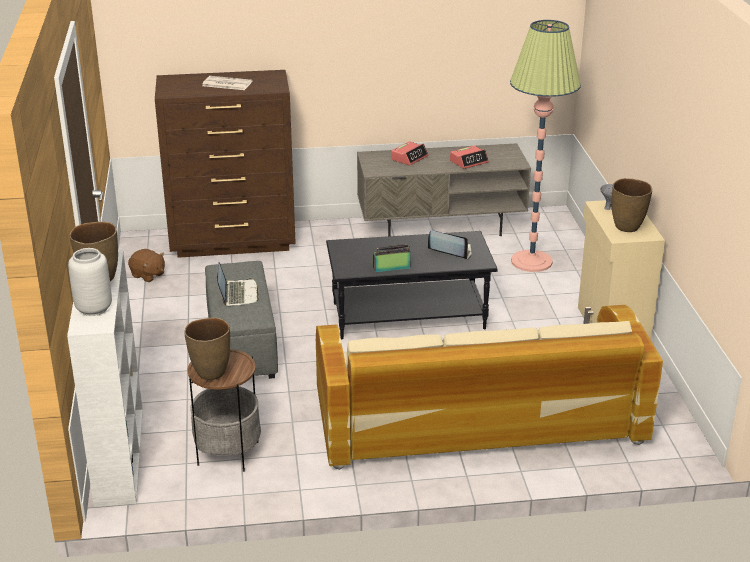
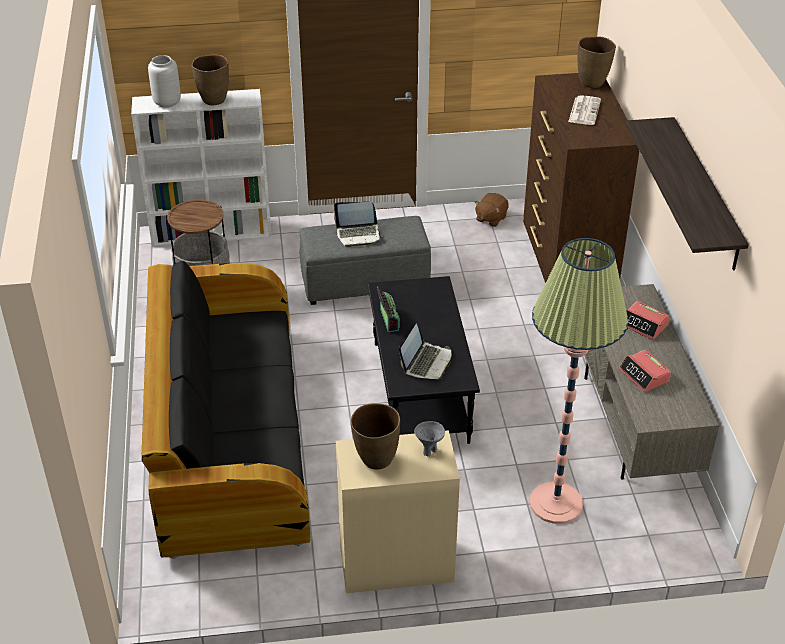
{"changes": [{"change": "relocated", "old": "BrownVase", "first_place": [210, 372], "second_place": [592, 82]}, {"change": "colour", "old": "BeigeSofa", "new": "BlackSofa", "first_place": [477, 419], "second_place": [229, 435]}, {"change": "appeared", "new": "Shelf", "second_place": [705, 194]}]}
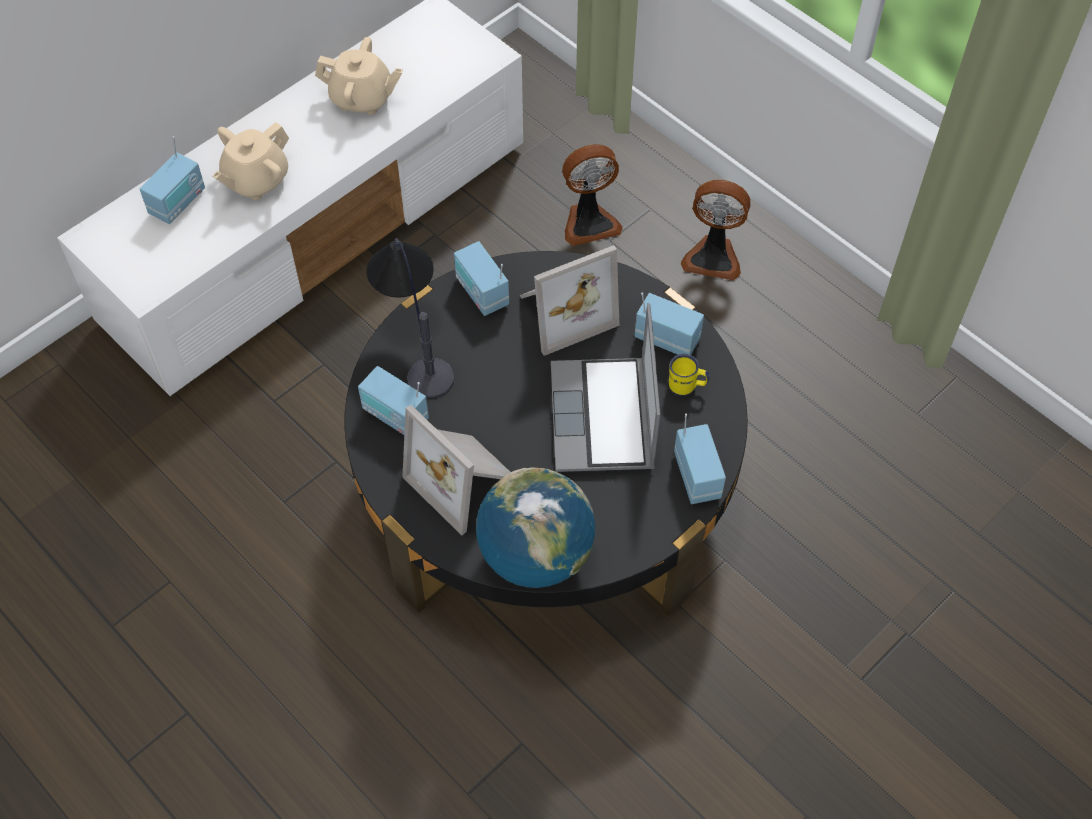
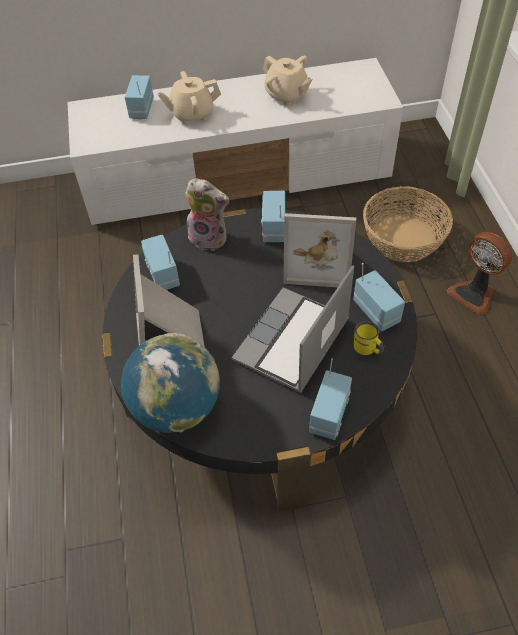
{"changes": [{"change": "spun", "old": "Radio", "first_place": [178, 203], "second_place": [141, 109], "degrees": 120}, {"change": "exchanged", "old": "TableLamp", "new": "PlushToy", "first_place": [415, 341], "second_place": [210, 238]}, {"change": "exchanged", "old": "Fan", "new": "Basket", "first_place": [589, 222], "second_place": [403, 238]}]}
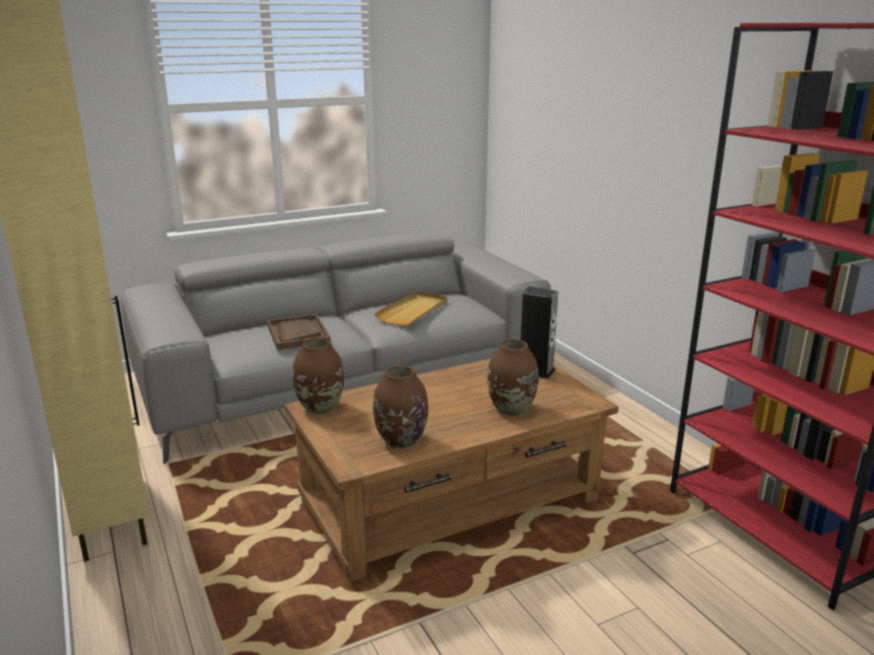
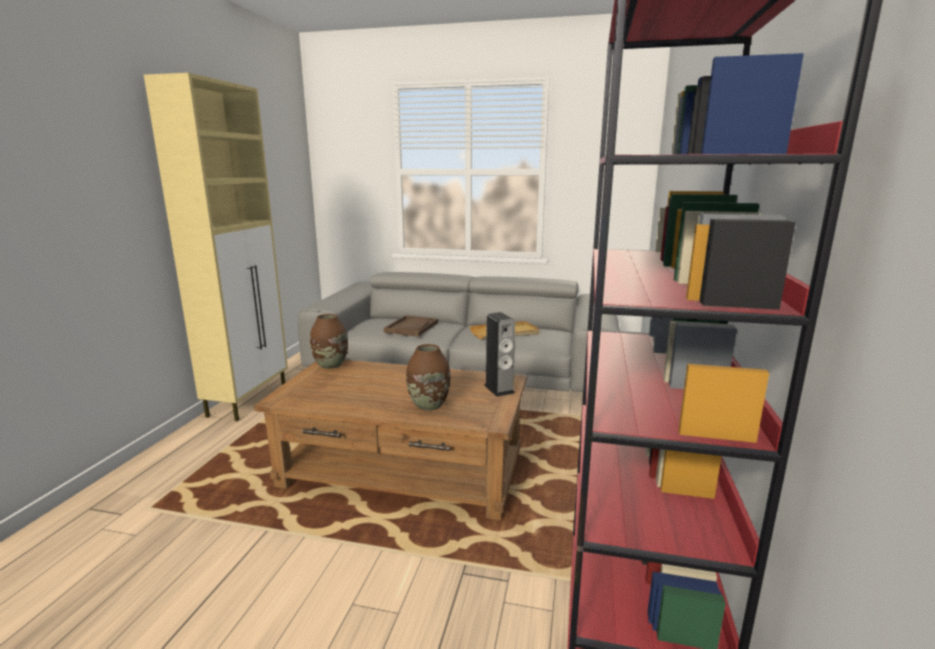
{"changes": [{"change": "missing", "old": "BrownVase", "first_place": [401, 440]}]}
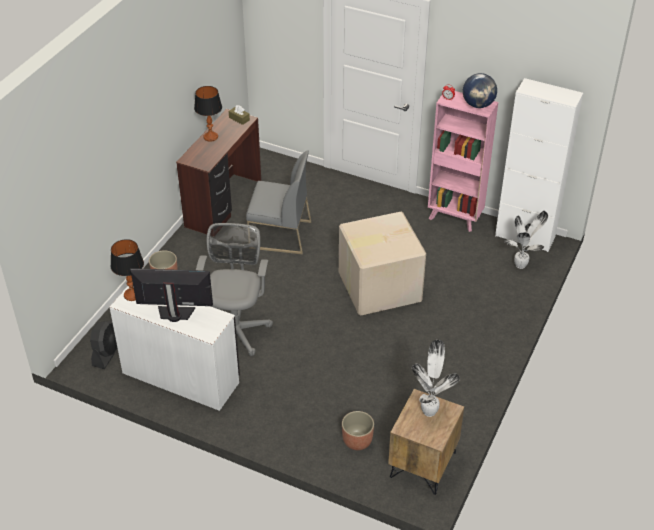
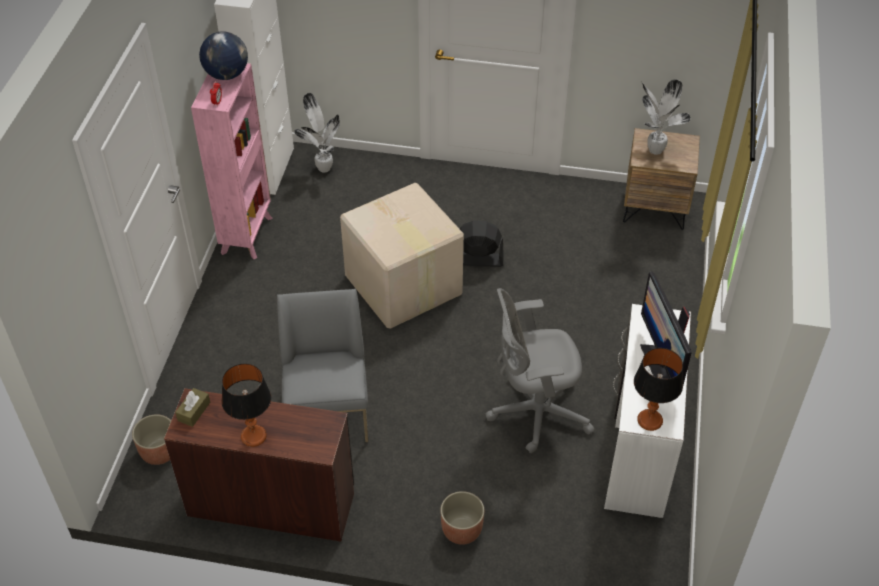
{"changes": [{"change": "relocated", "old": "BlackFan", "first_place": [107, 353], "second_place": [478, 259]}, {"change": "relocated", "old": "Planter", "first_place": [357, 440], "second_place": [159, 452]}]}
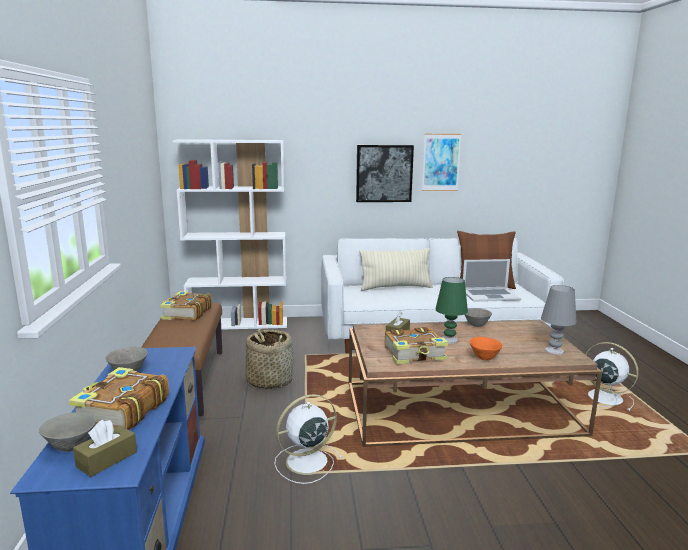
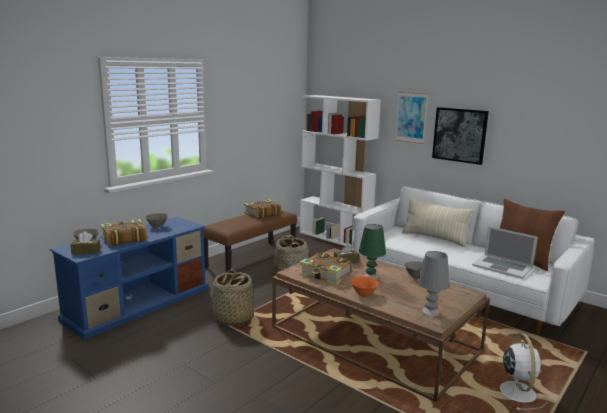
{"changes": [{"change": "exchanged", "old": "WhiteFan", "new": "Basket", "first_place": [305, 462], "second_place": [233, 319]}, {"change": "relocated", "old": "Picture", "first_place": [441, 162], "second_place": [411, 117]}]}
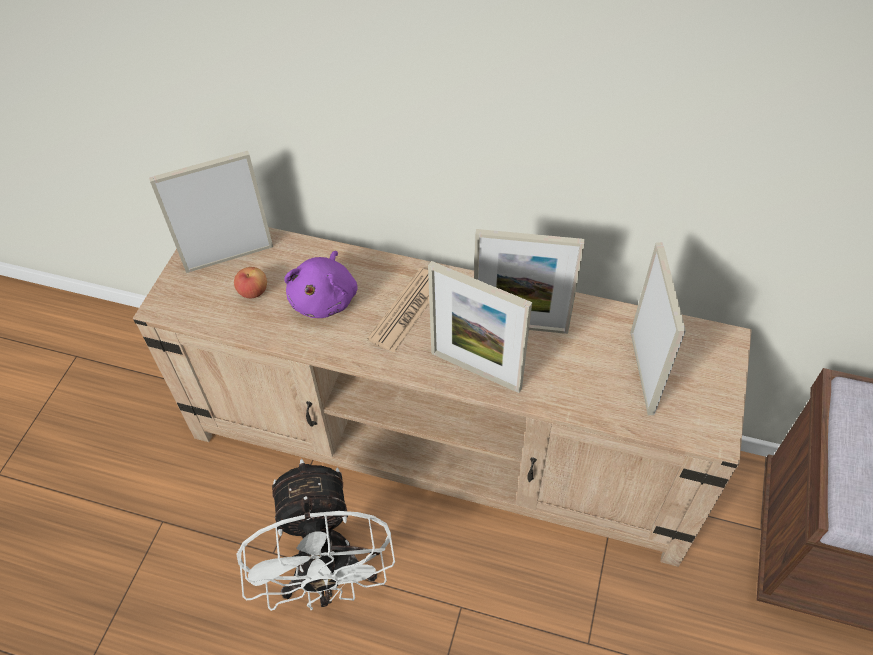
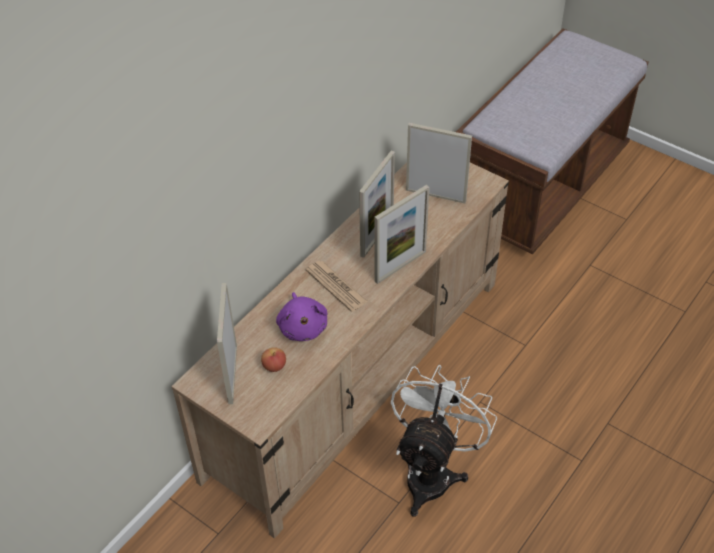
{"changes": [{"change": "spun", "old": "WhiteFan", "first_place": [329, 579], "second_place": [432, 472], "degrees": -75}, {"change": "spun", "old": "PurplePlushToy", "first_place": [325, 298], "second_place": [303, 327], "degrees": 45}]}
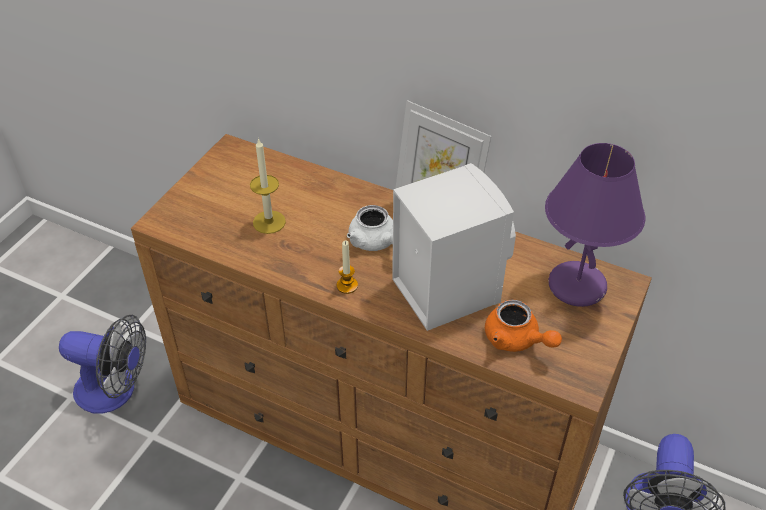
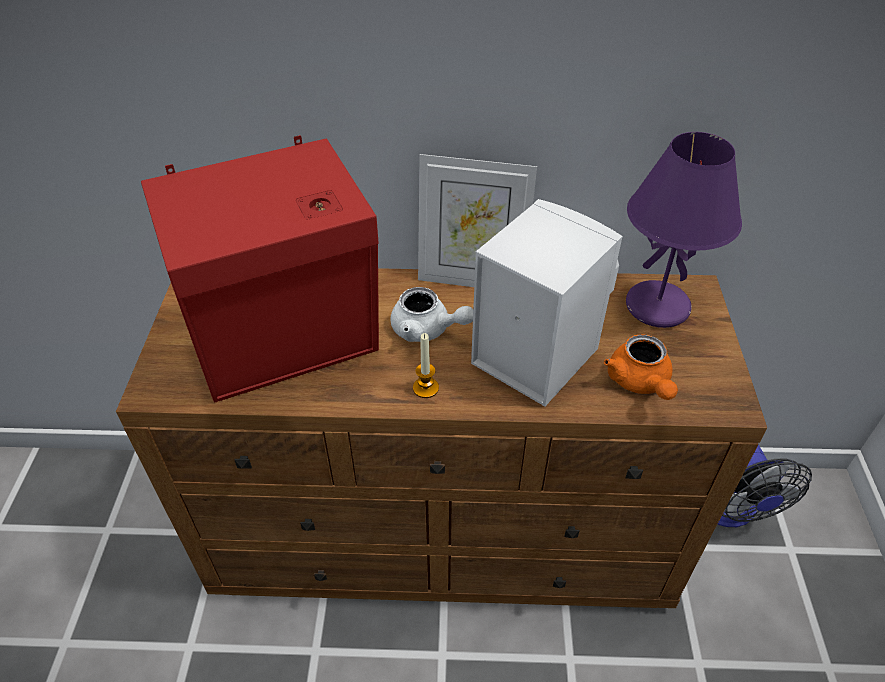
{"changes": [{"change": "missing", "old": "Fan", "first_place": [115, 391]}, {"change": "exchanged", "old": "Candle", "new": "RedSpeaker", "first_place": [269, 222], "second_place": [291, 347]}, {"change": "spun", "old": "OrangeTeapot", "first_place": [516, 340], "second_place": [640, 383], "degrees": 60}]}
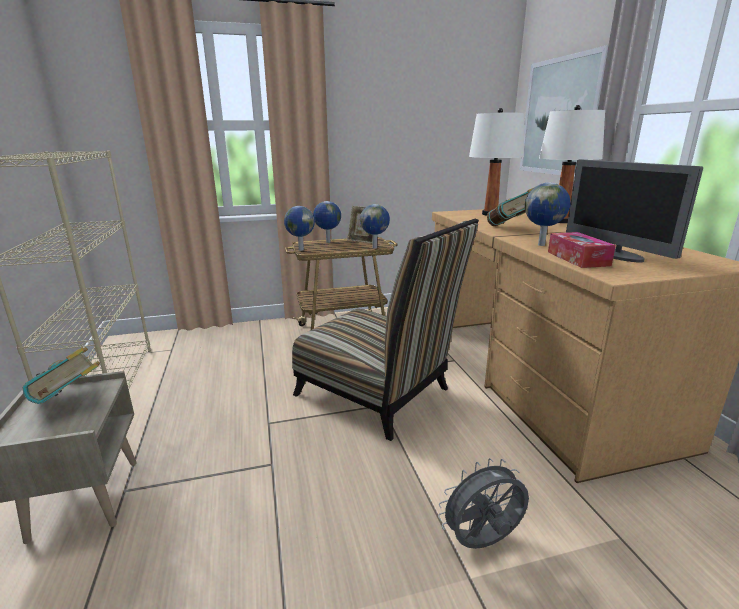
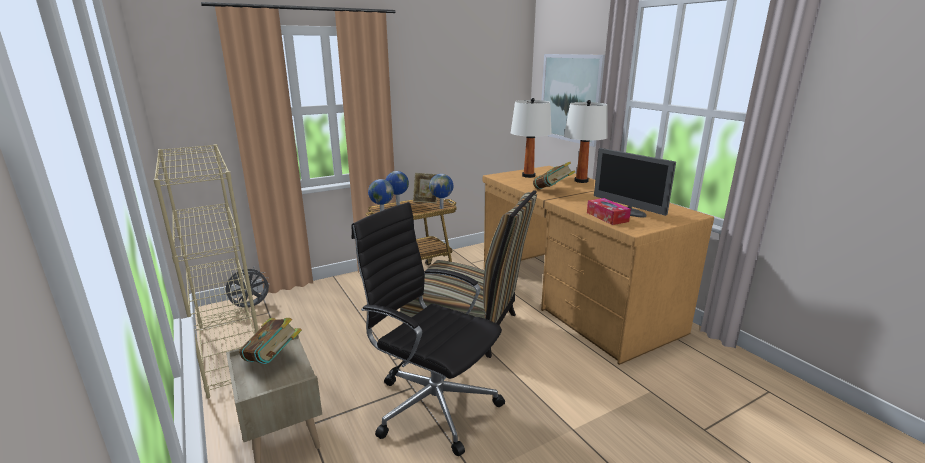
{"changes": [{"change": "relocated", "old": "GreyFan", "first_place": [482, 543], "second_place": [250, 307]}, {"change": "missing", "old": "Globe", "first_place": [542, 245]}, {"change": "appeared", "new": "BlackOfficeChair", "second_place": [432, 404]}]}
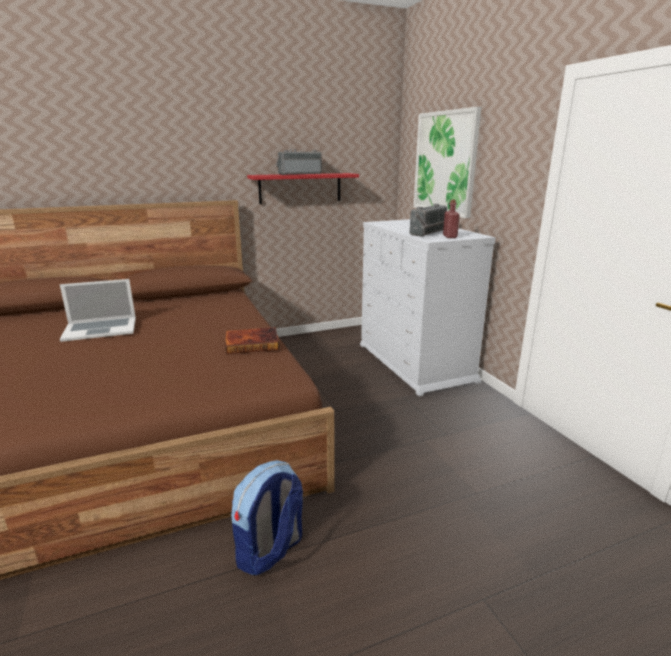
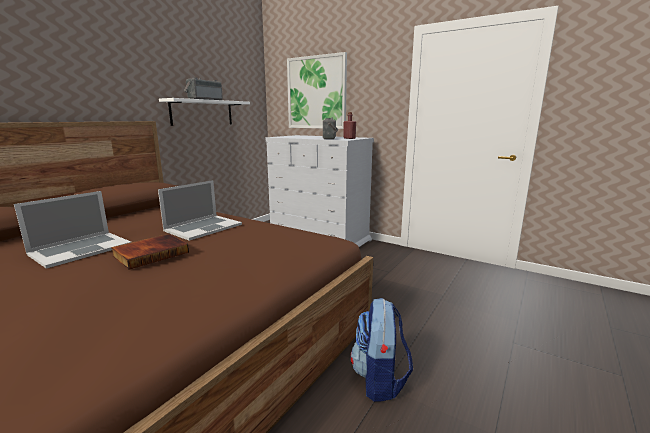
{"changes": [{"change": "relocated", "old": "Book", "first_place": [252, 343], "second_place": [151, 253]}, {"change": "colour", "old": "RedShelf", "new": "WhiteShelf", "first_place": [300, 188], "second_place": [202, 112]}, {"change": "appeared", "new": "Laptop", "second_place": [203, 227]}]}
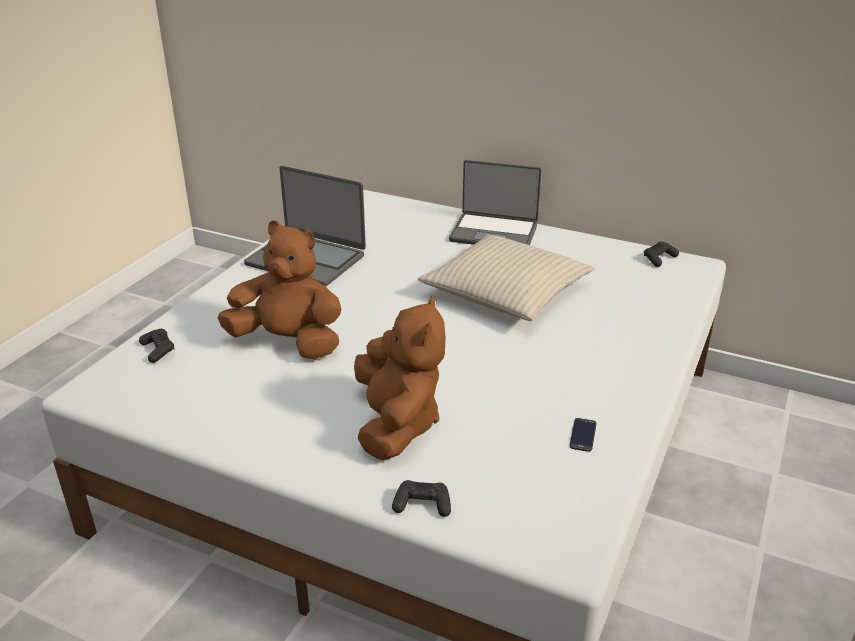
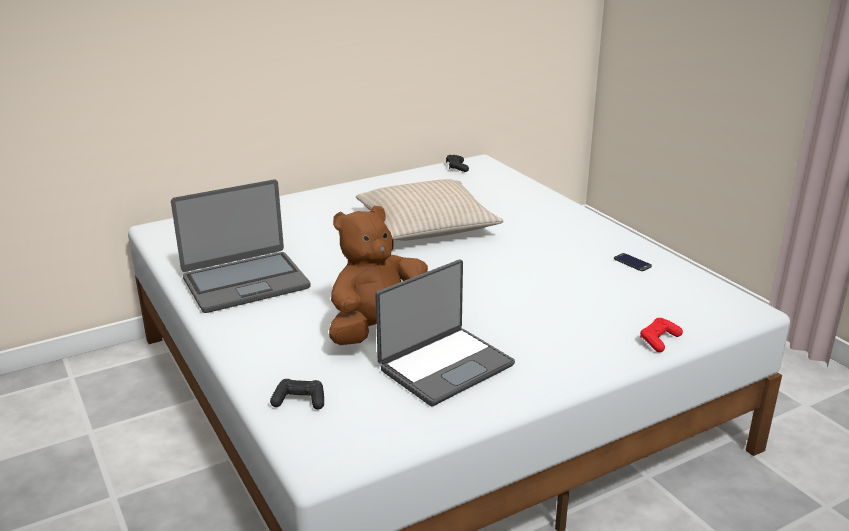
{"changes": [{"change": "missing", "old": "BrownPlushToy", "first_place": [397, 424]}, {"change": "colour", "old": "BlackGameController", "new": "RedGameController", "first_place": [422, 505], "second_place": [659, 340]}, {"change": "relocated", "old": "Laptop", "first_place": [494, 232], "second_place": [444, 366]}]}
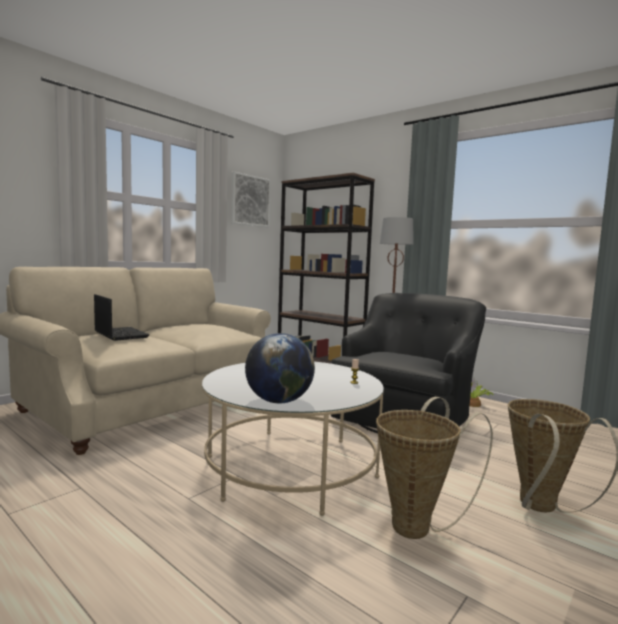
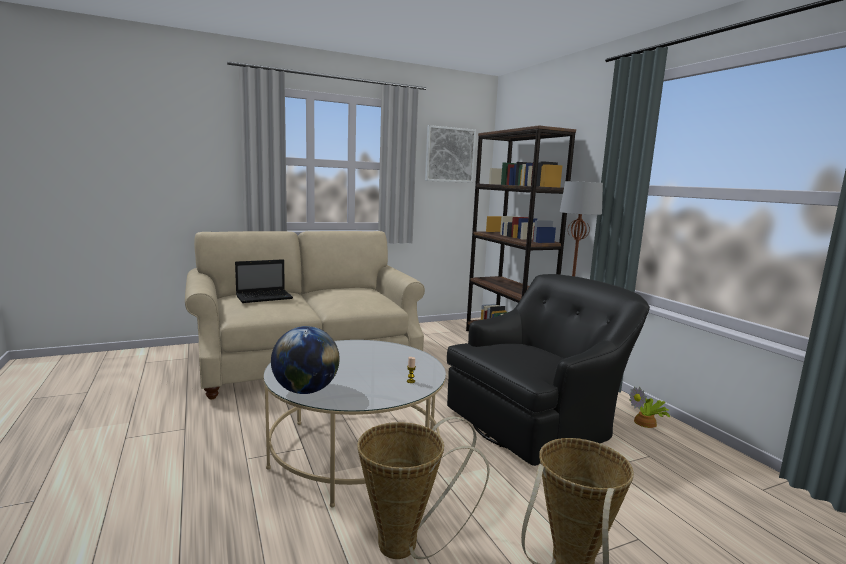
{"changes": [{"change": "spun", "old": "Laptop", "first_place": [120, 334], "second_place": [265, 297], "degrees": 75}]}
